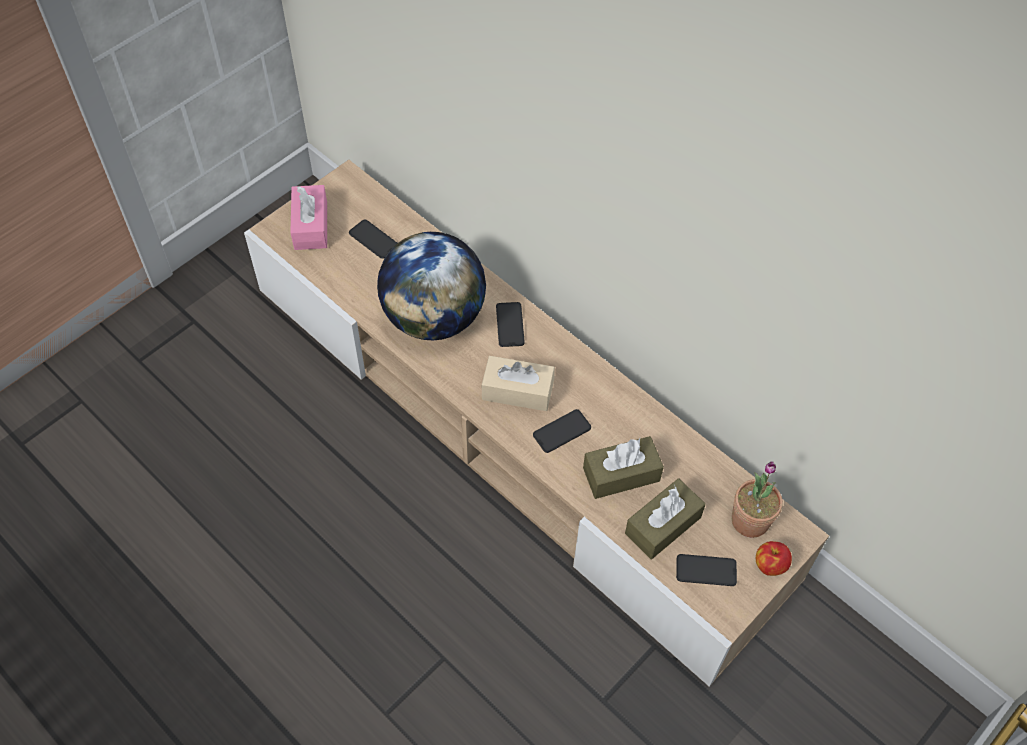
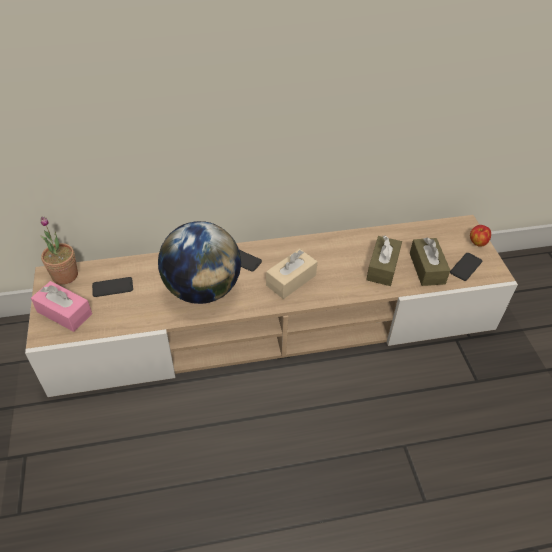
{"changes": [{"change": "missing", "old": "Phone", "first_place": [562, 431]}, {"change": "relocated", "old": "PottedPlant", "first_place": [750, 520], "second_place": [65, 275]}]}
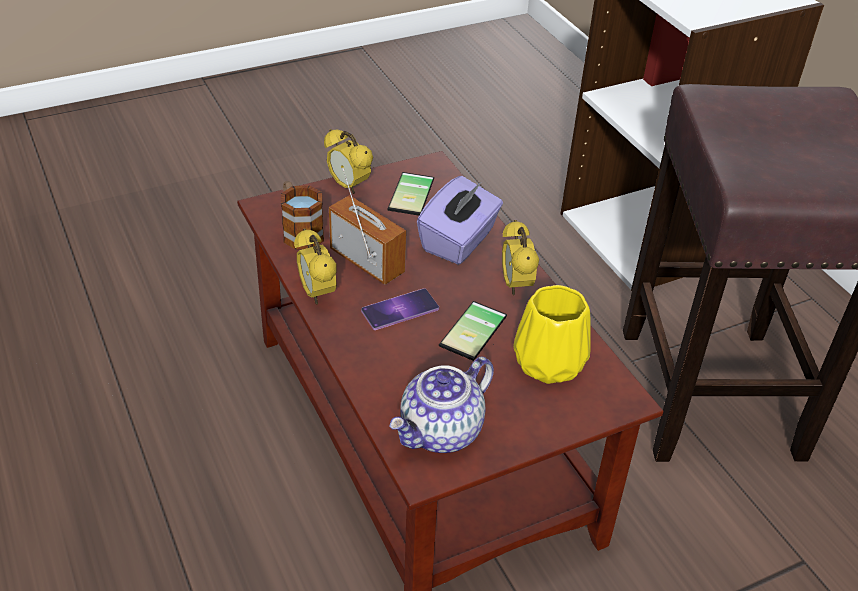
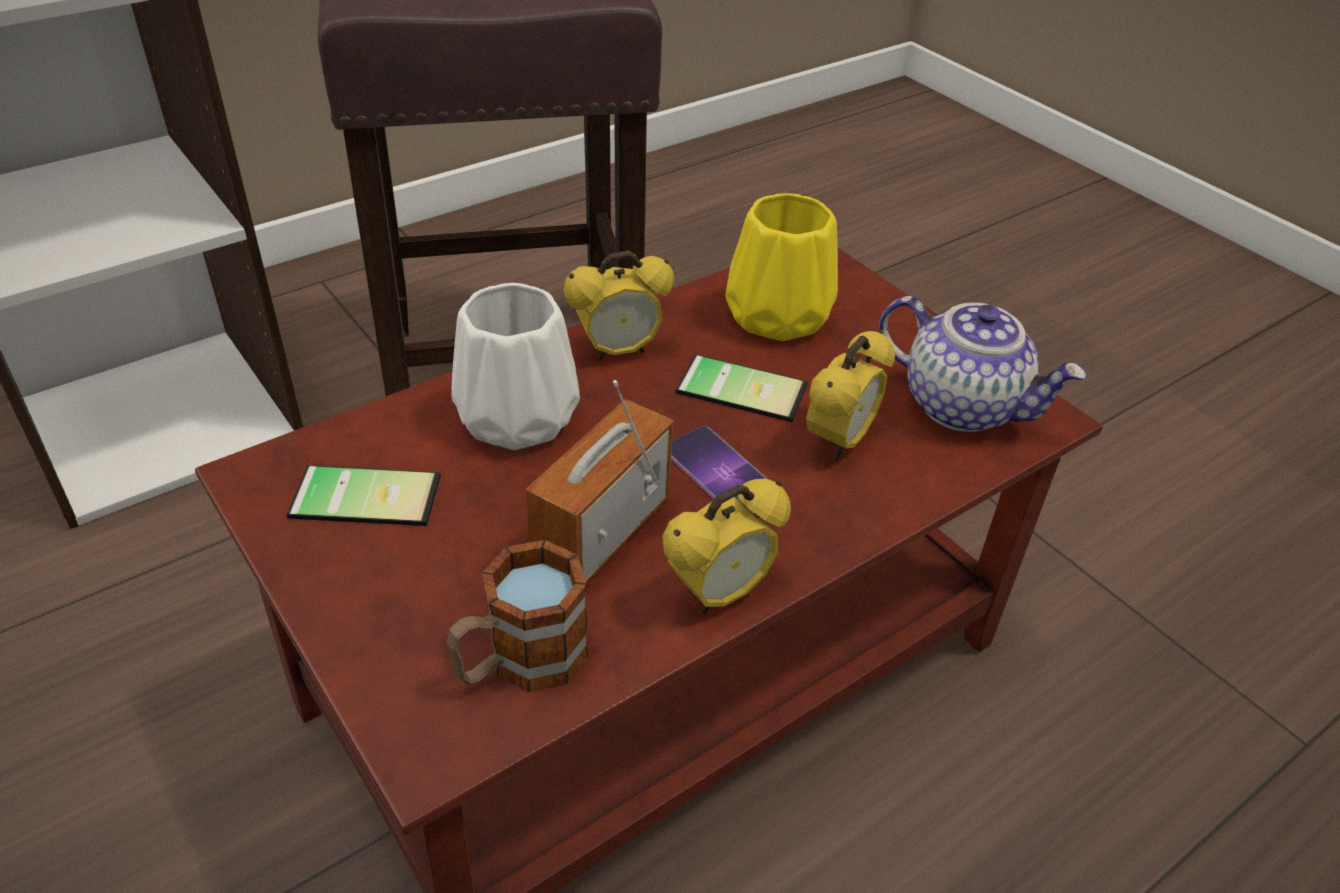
{"changes": [{"change": "relocated", "old": "AlarmClock", "first_place": [348, 186], "second_place": [839, 442]}, {"change": "exchanged", "old": "PurpleTissueBox", "new": "WhiteVase", "first_place": [459, 241], "second_place": [514, 419]}]}
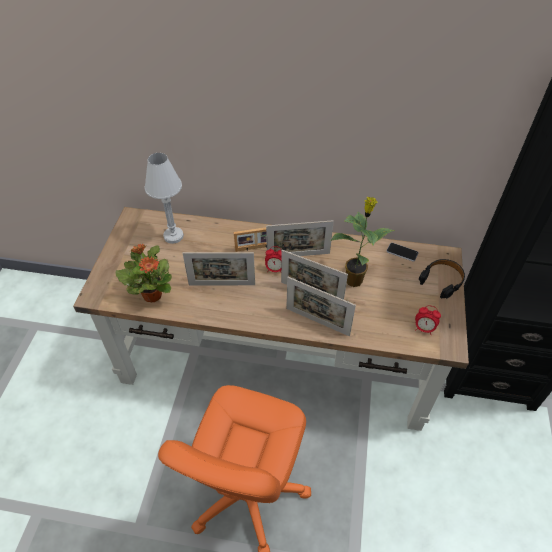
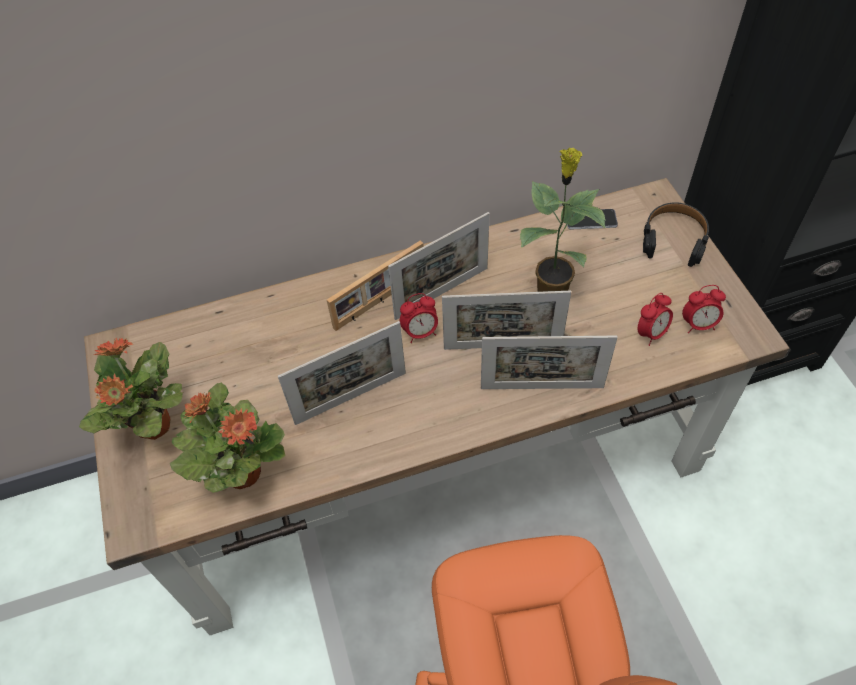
{"changes": [{"change": "missing", "old": "WhiteTableLamp", "first_place": [173, 236]}, {"change": "appeared", "new": "PottedPlant", "second_place": [153, 427]}, {"change": "appeared", "new": "AlarmClock", "second_place": [651, 333]}]}
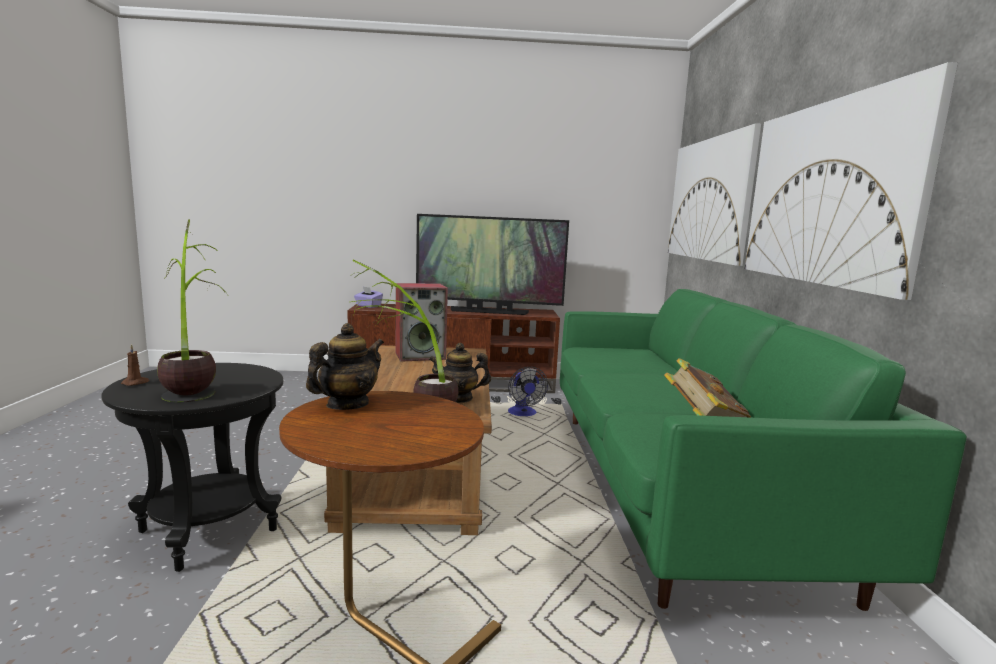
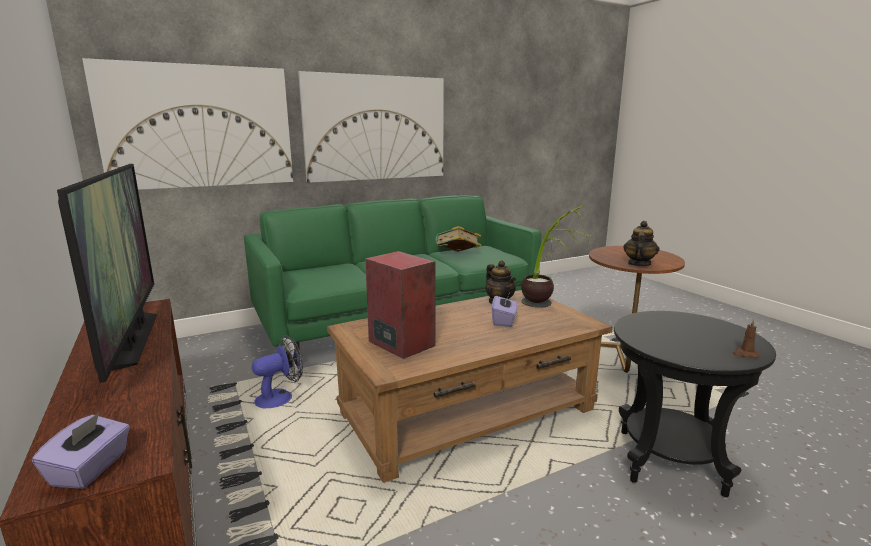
{"changes": [{"change": "missing", "old": "PottedPlant", "first_place": [194, 385]}, {"change": "spun", "old": "Teapot", "first_place": [347, 405], "second_place": [638, 264], "degrees": 105}, {"change": "appeared", "new": "PurpleTissueBox", "second_place": [504, 321]}]}
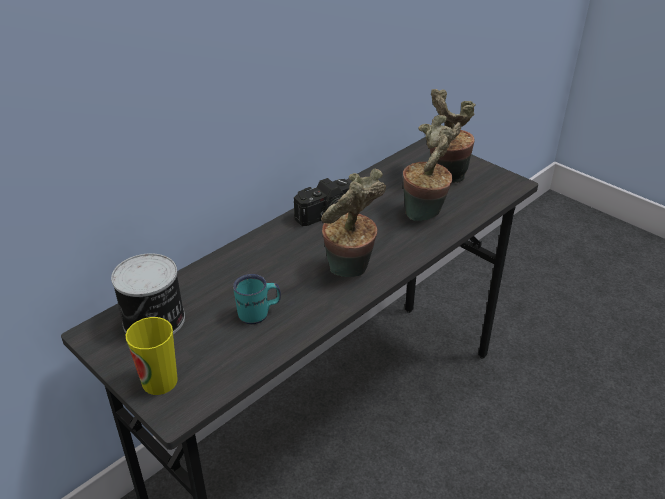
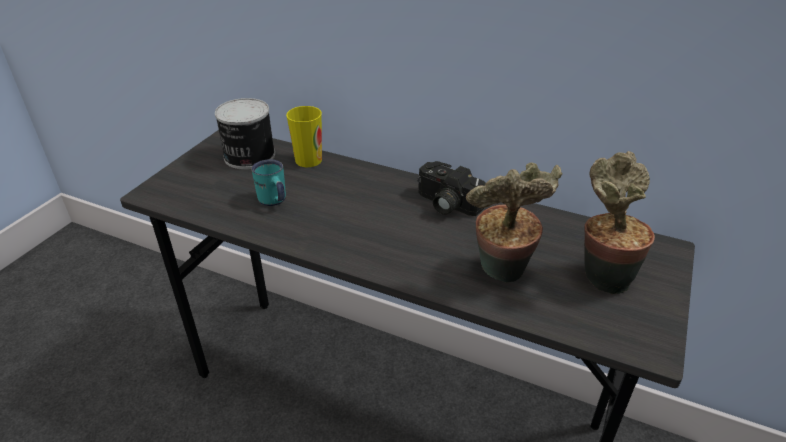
{"changes": [{"change": "relocated", "old": "Cup", "first_place": [159, 381], "second_place": [308, 160]}, {"change": "missing", "old": "PottedPlant", "first_place": [350, 271]}]}
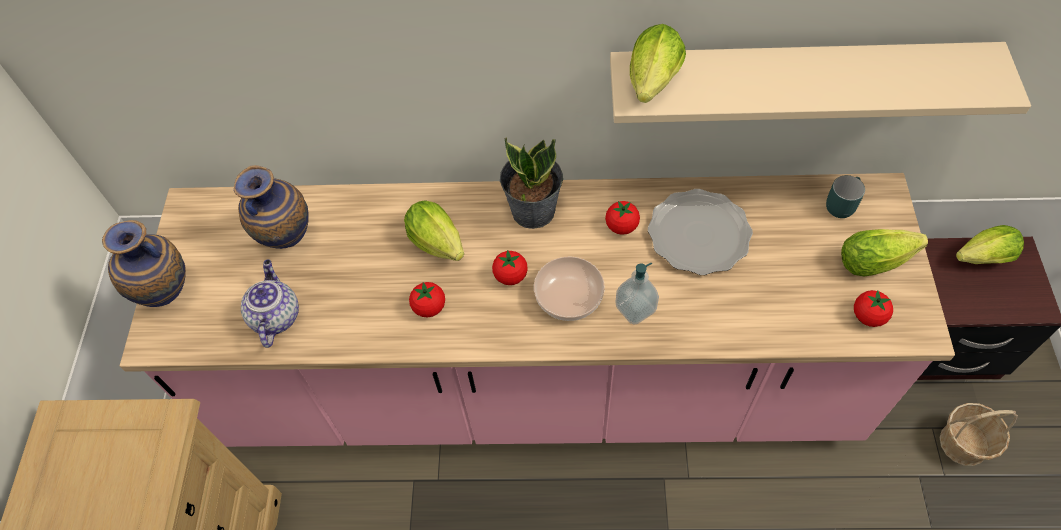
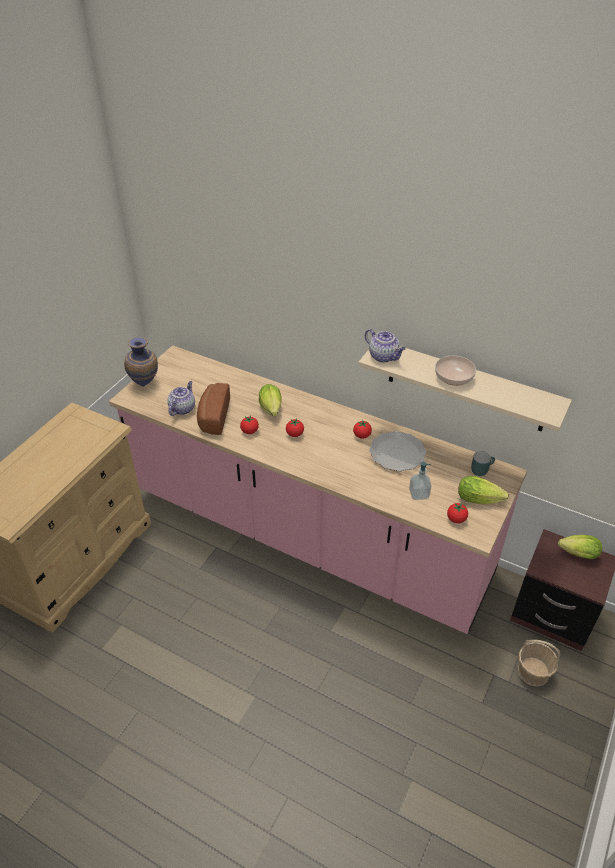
{"changes": [{"change": "missing", "old": "Vase", "first_place": [287, 240]}, {"change": "missing", "old": "PottedPlant", "first_place": [533, 210]}, {"change": "relocated", "old": "Bowl", "first_place": [568, 298], "second_place": [453, 378]}, {"change": "relocated", "old": "SoapDispenser", "first_place": [635, 308], "second_place": [419, 494]}, {"change": "exchanged", "old": "Lettuce", "new": "Teapot", "first_place": [652, 85], "second_place": [384, 356]}, {"change": "appeared", "new": "Bread", "second_place": [213, 417]}]}
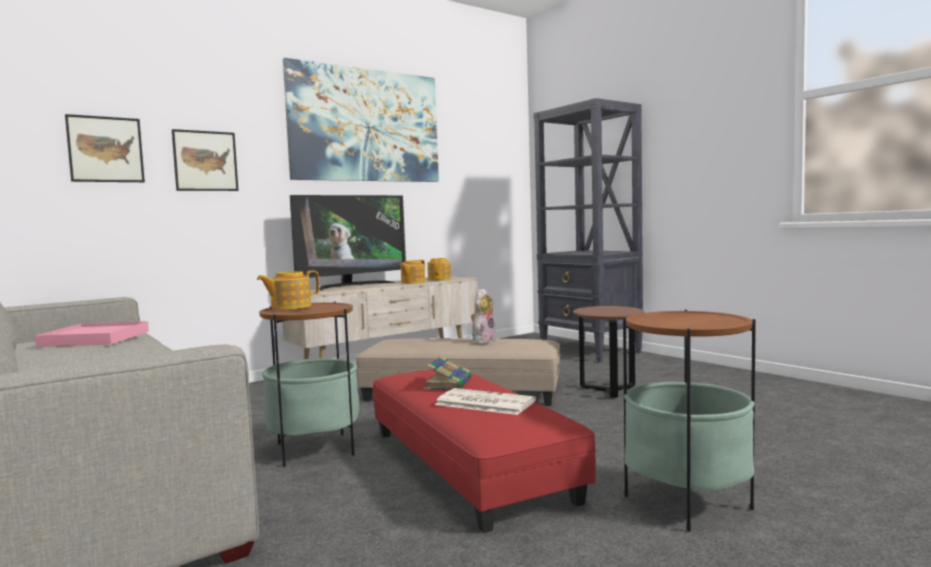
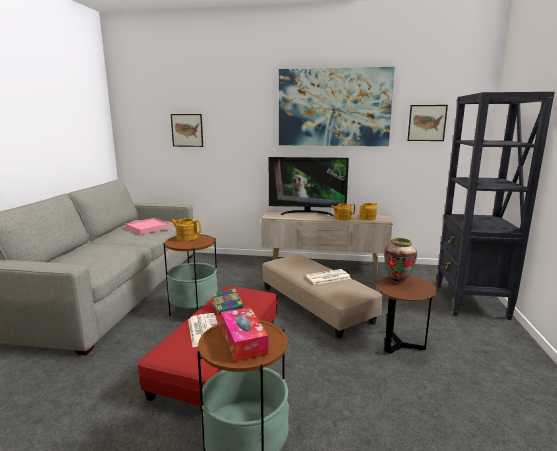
{"changes": [{"change": "relocated", "old": "Picture", "first_place": [205, 161], "second_place": [427, 123]}, {"change": "exchanged", "old": "PlushToy", "new": "Newspaper", "first_place": [483, 341], "second_place": [327, 277]}, {"change": "appeared", "new": "TissueBox", "second_place": [243, 341]}, {"change": "appeared", "new": "Vase", "second_place": [398, 281]}]}
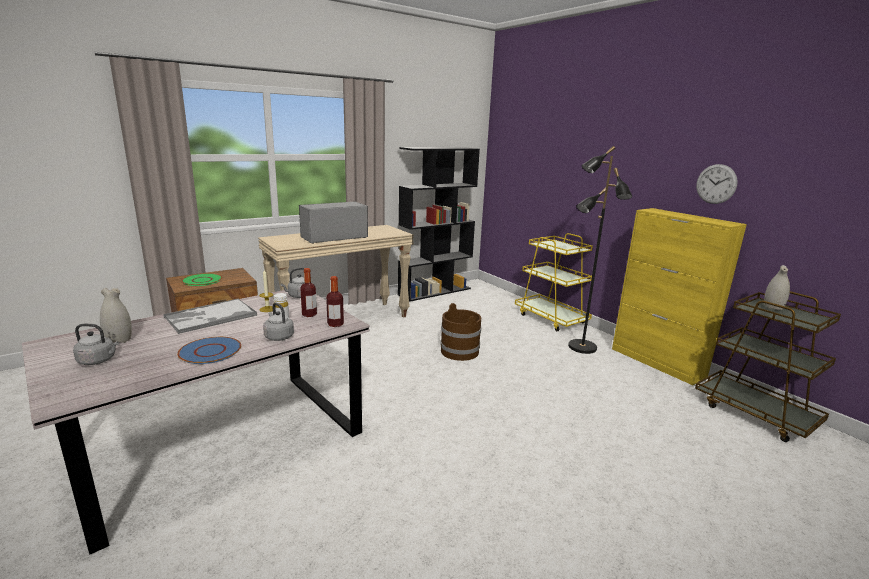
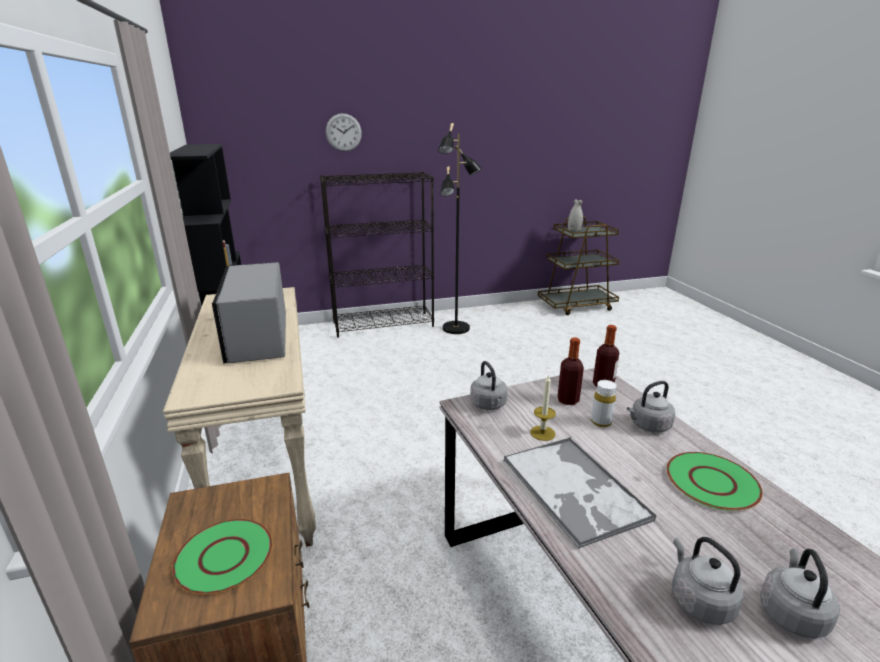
{"changes": [{"change": "exchanged", "old": "WhiteVase", "new": "GreyKettle", "first_place": [119, 340], "second_place": [699, 600]}, {"change": "colour", "old": "BluePlate", "new": "GreenPlate", "first_place": [210, 351], "second_place": [711, 481]}, {"change": "missing", "old": "BrownBucket", "first_place": [459, 351]}, {"change": "exchanged", "old": "YellowCart", "new": "BlackBookcase", "first_place": [551, 318], "second_place": [384, 324]}, {"change": "missing", "old": "YellowCabinet", "first_place": [657, 363]}, {"change": "relocated", "old": "WallClock", "first_place": [716, 184], "second_place": [343, 132]}]}
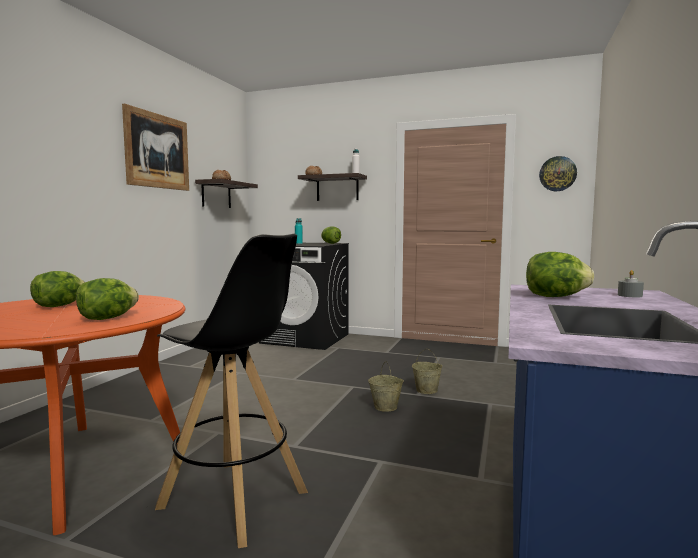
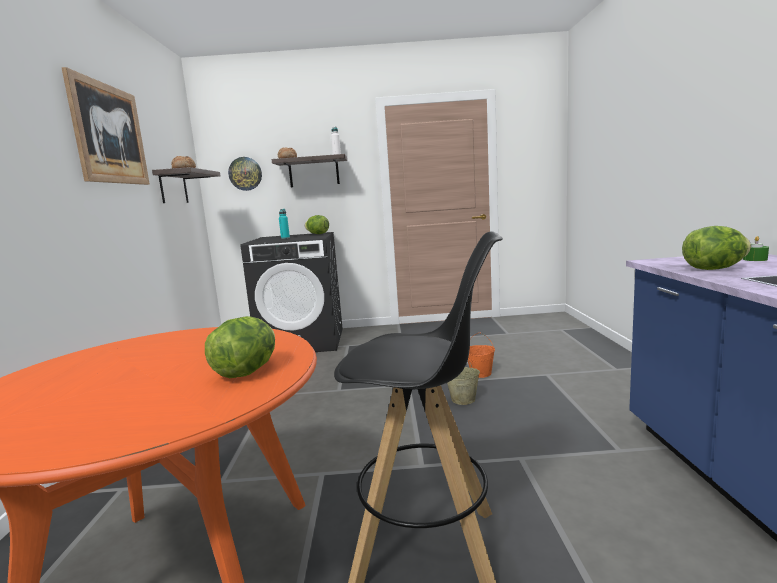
{"changes": [{"change": "missing", "old": "Lettuce", "first_place": [59, 306]}, {"change": "colour", "old": "BeigeBucket", "new": "OrangeBucket", "first_place": [427, 390], "second_place": [481, 373]}, {"change": "relocated", "old": "WallClock", "first_place": [557, 174], "second_place": [245, 173]}, {"change": "colour", "old": "GreyCandle", "new": "GreenCandle", "first_place": [629, 295], "second_place": [755, 259]}]}
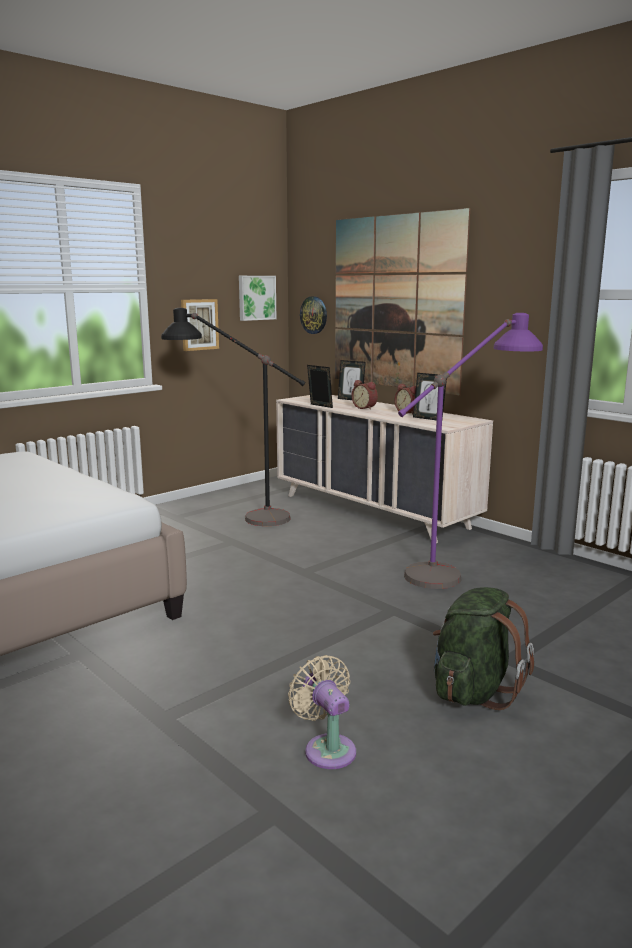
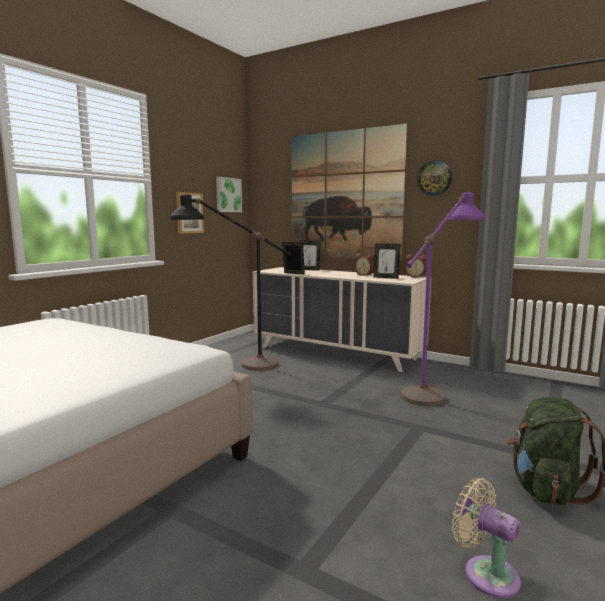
{"changes": [{"change": "relocated", "old": "WallClock", "first_place": [314, 315], "second_place": [434, 178]}, {"change": "relocated", "old": "AlarmClock", "first_place": [365, 408], "second_place": [416, 276]}]}
